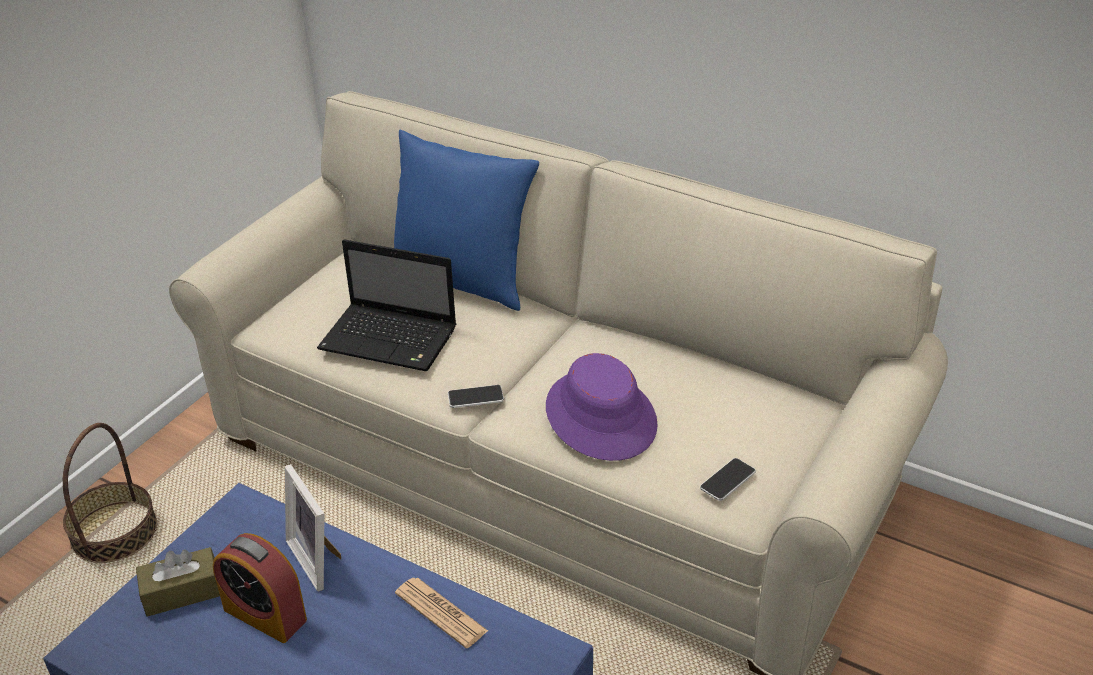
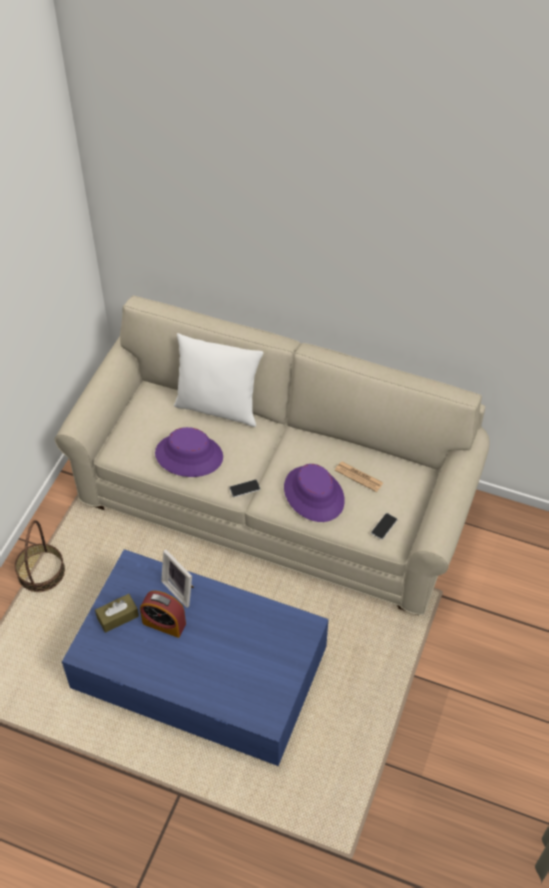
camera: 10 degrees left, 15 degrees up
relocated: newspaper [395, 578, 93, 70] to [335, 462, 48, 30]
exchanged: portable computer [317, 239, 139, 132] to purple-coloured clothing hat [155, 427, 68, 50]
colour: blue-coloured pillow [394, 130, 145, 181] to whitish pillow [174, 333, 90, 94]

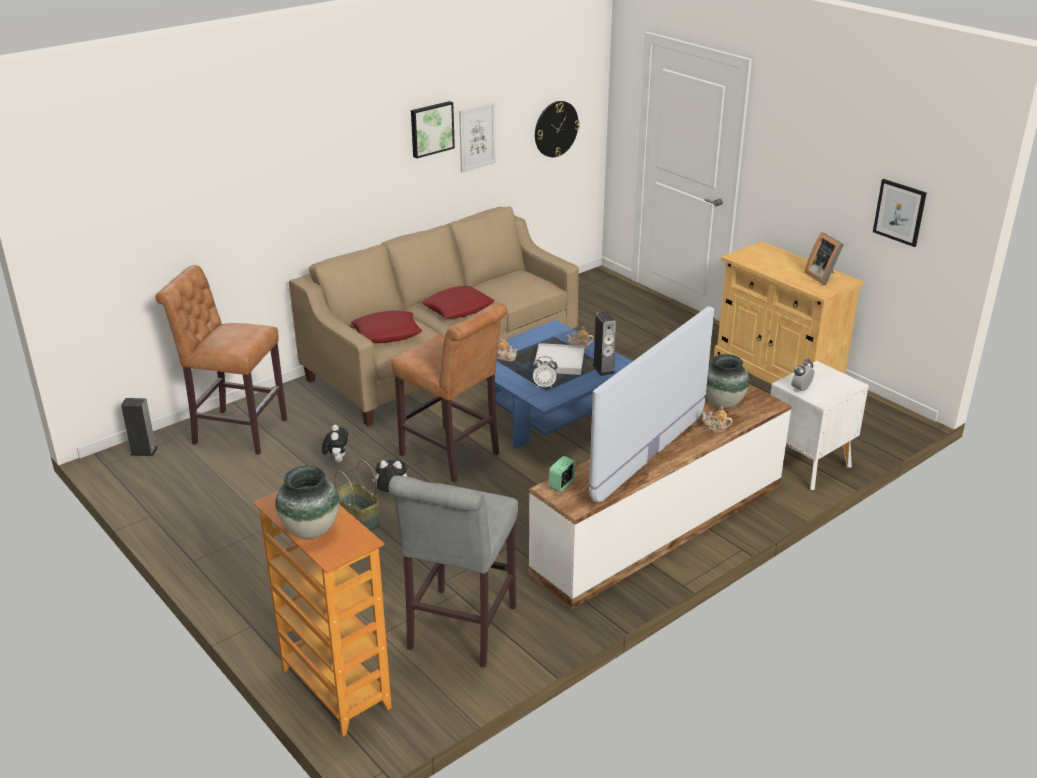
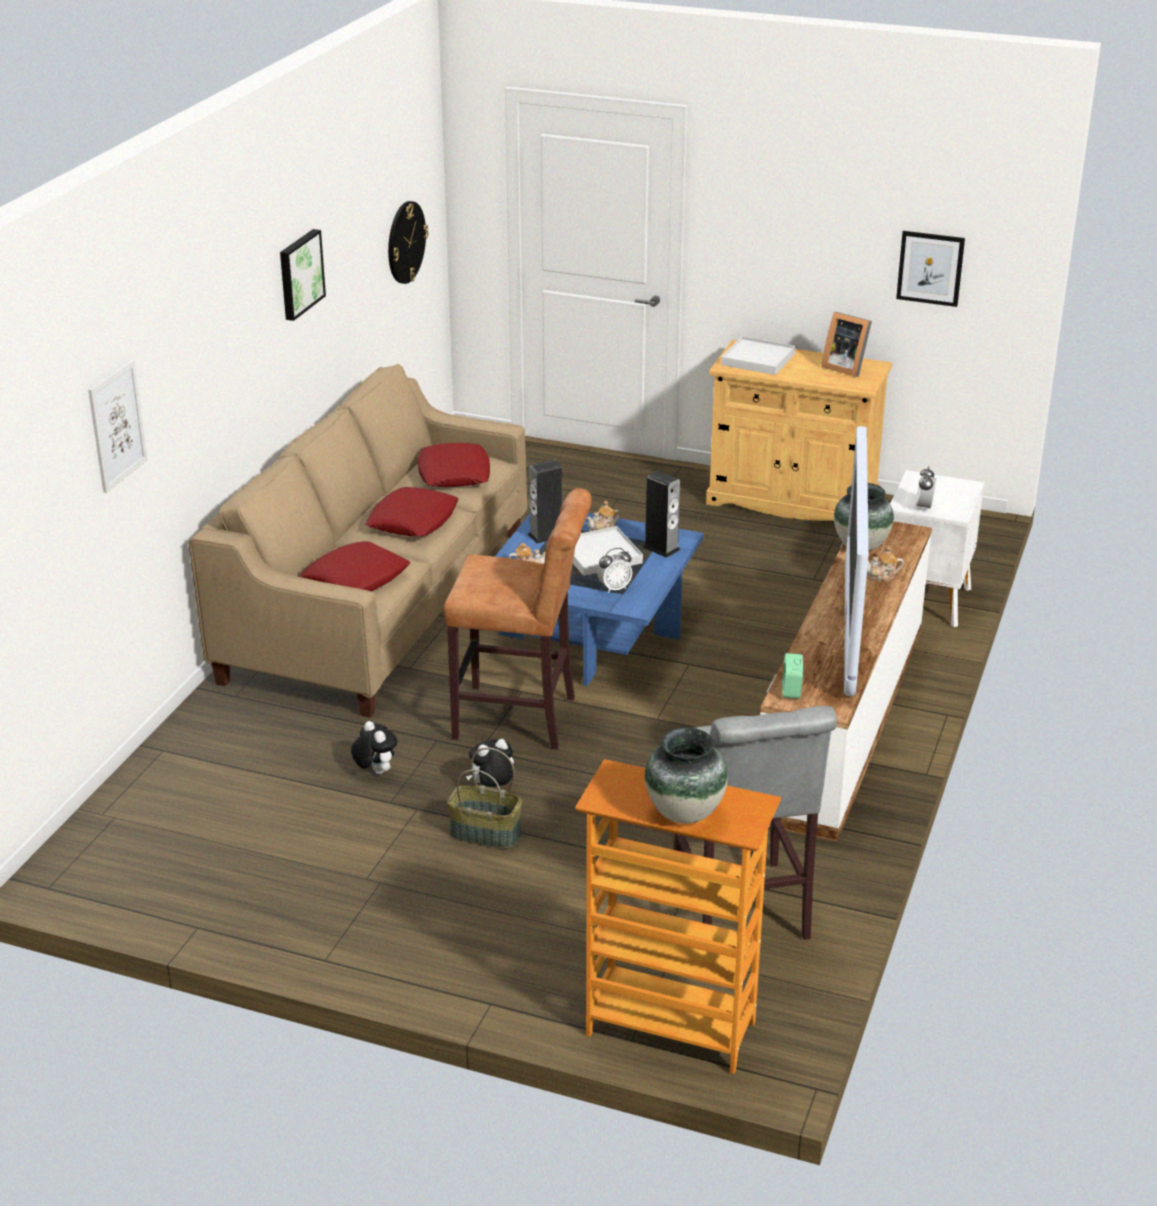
camera: 30 degrees left, 0 degrees up
missing: brownish stool [155, 265, 132, 190]
appeared: red-coloured pillow [418, 443, 72, 44]; whitish tray [721, 336, 74, 39]
relocated: loudspeaker [121, 398, 37, 58] to [528, 459, 34, 85]; wall art [459, 102, 37, 70] to [88, 359, 60, 134]

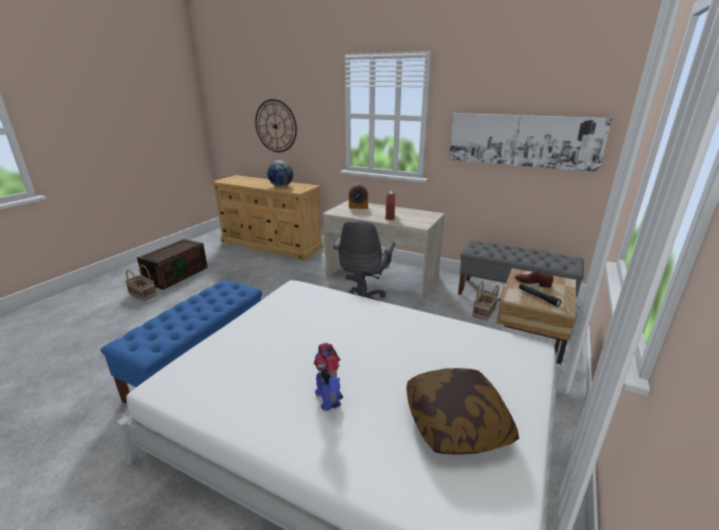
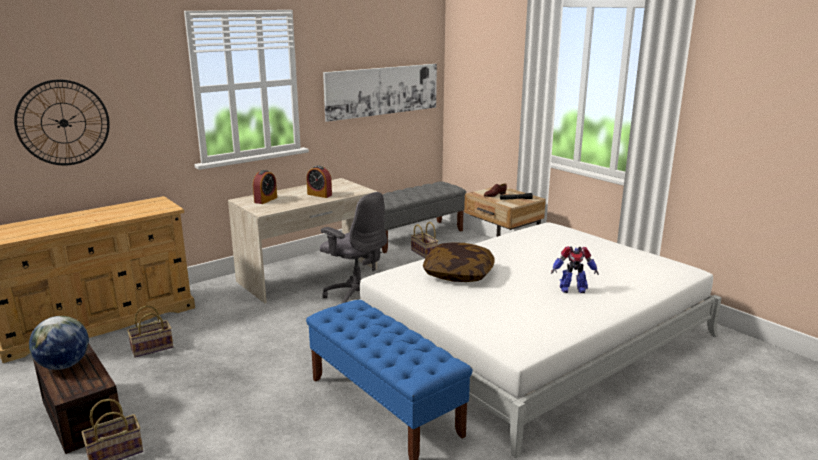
camera: 65 degrees left, 5 degrees down
appeared: basket [127, 305, 46, 53]
relocated: world globe [267, 160, 26, 27] to [29, 316, 60, 54]; pillow [406, 368, 113, 87] to [423, 242, 72, 40]

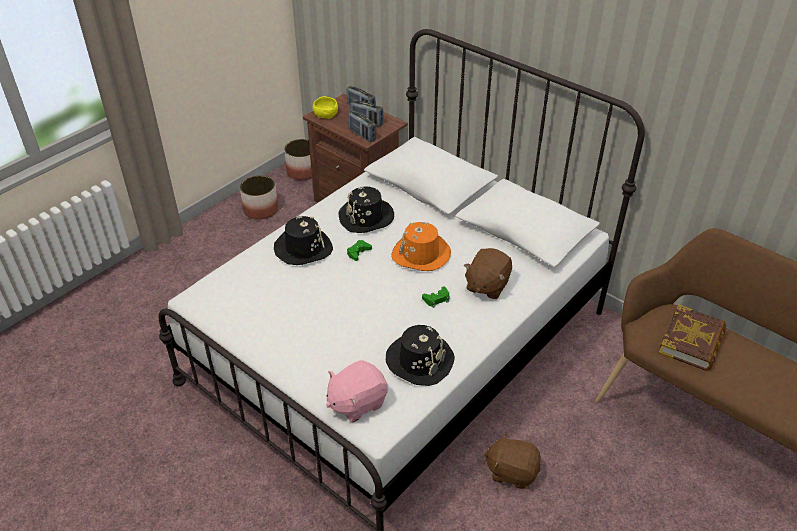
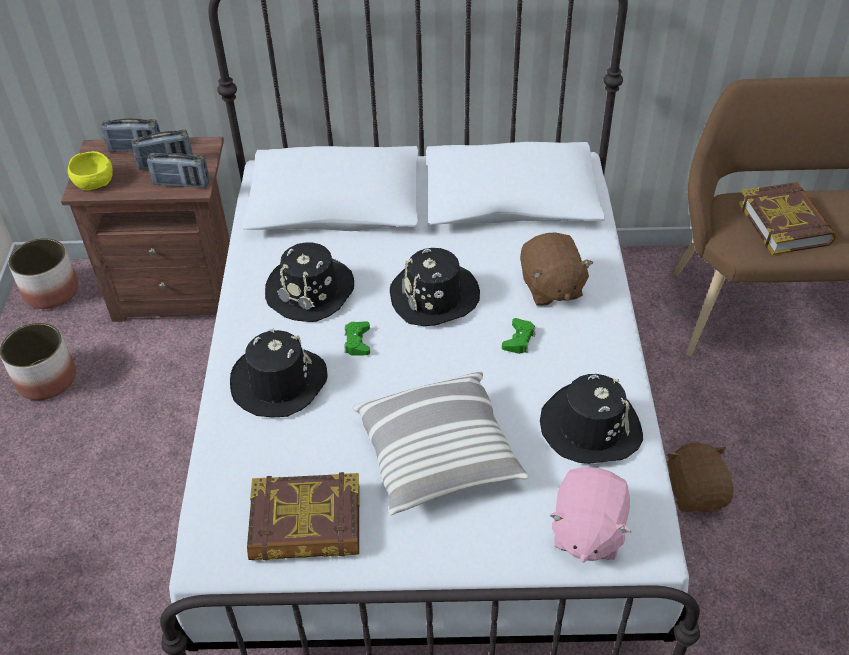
camera: 40 degrees left, 5 degrees up
appeared: bound book [247, 472, 112, 88]; pillow [353, 371, 176, 144]
colour: orange clothing hat [391, 222, 60, 49] to black-coloured clothing hat [390, 248, 90, 78]
spun: brownish soft toy [484, 432, 57, 57] = [667, 443, 67, 69] 105 degrees clockwise

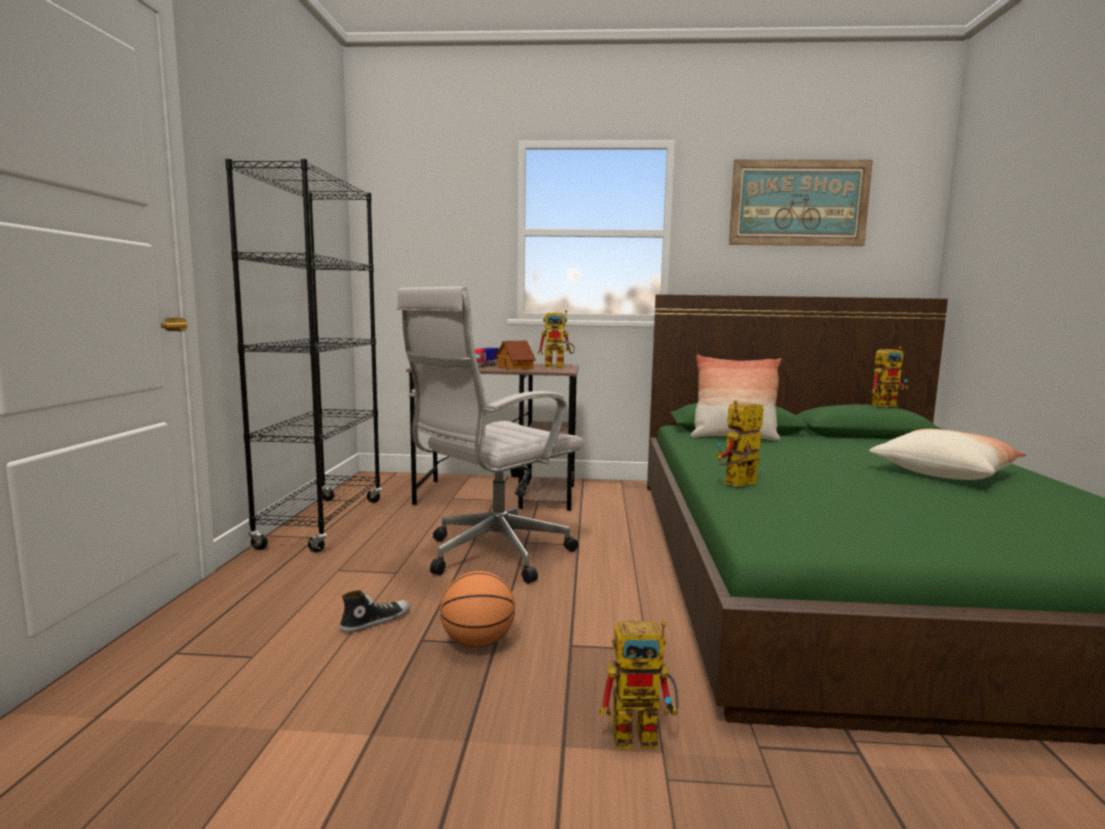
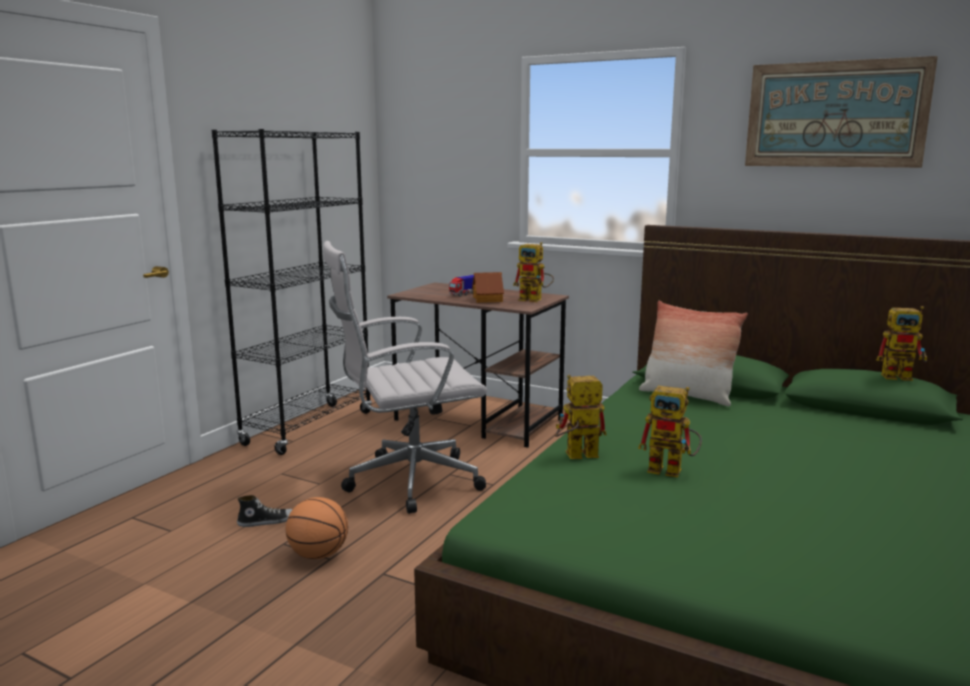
camera: 25 degrees right, 5 degrees up
missing: pillow [869, 429, 158, 51]
relocated: model robot [599, 620, 80, 129] to [638, 386, 64, 92]

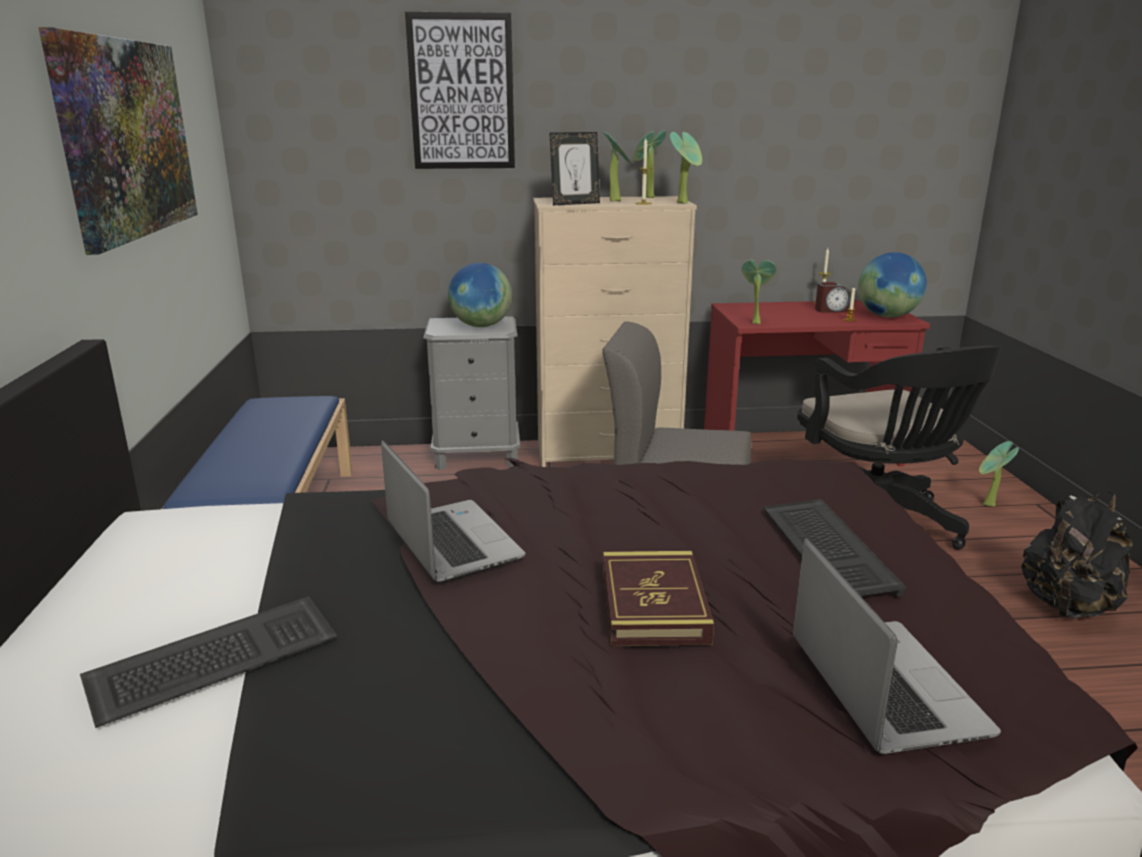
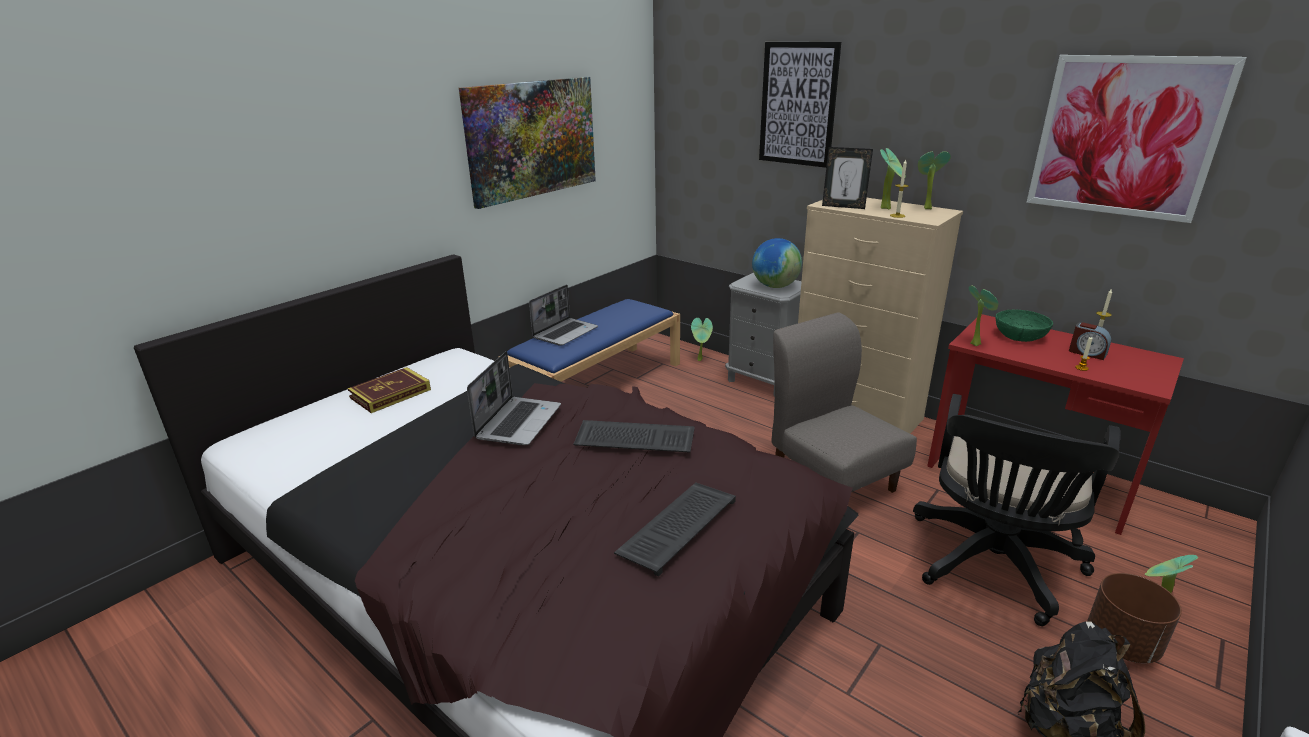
camera: 45 degrees right, 5 degrees up
missing: world globe [858, 252, 69, 65]
appeared: greenish bowl [995, 310, 58, 32]; wall art [1026, 55, 221, 168]; brownish planter [1087, 573, 95, 90]
relocated: keyboard [80, 596, 257, 132] to [573, 420, 122, 33]; bound book [603, 551, 111, 95] to [348, 367, 83, 46]; houseplant [670, 132, 32, 71] to [691, 318, 22, 43]; portable computer [793, 538, 208, 216] to [529, 285, 69, 61]

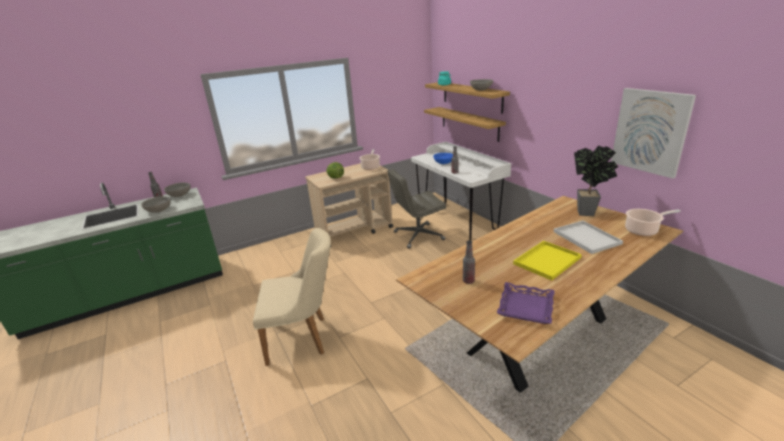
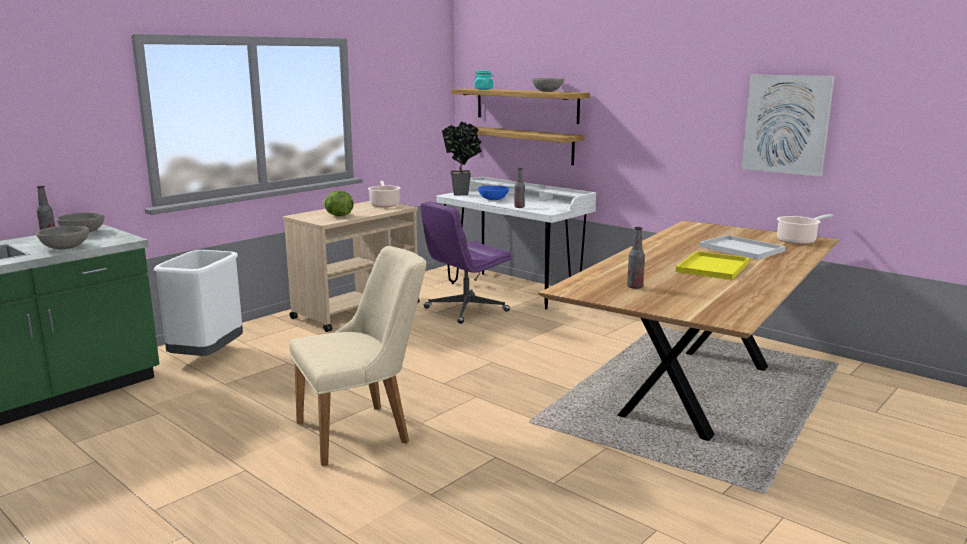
camera: 20 degrees left, 10 degrees down
missing: purple-coloured tray [497, 282, 58, 42]
appeared: whitish rubbish bin [154, 250, 89, 106]
relocated: houseplant [574, 145, 44, 71] to [442, 121, 40, 74]
colour: grey computer chair [388, 169, 58, 80] to purple-coloured computer chair [421, 202, 91, 122]

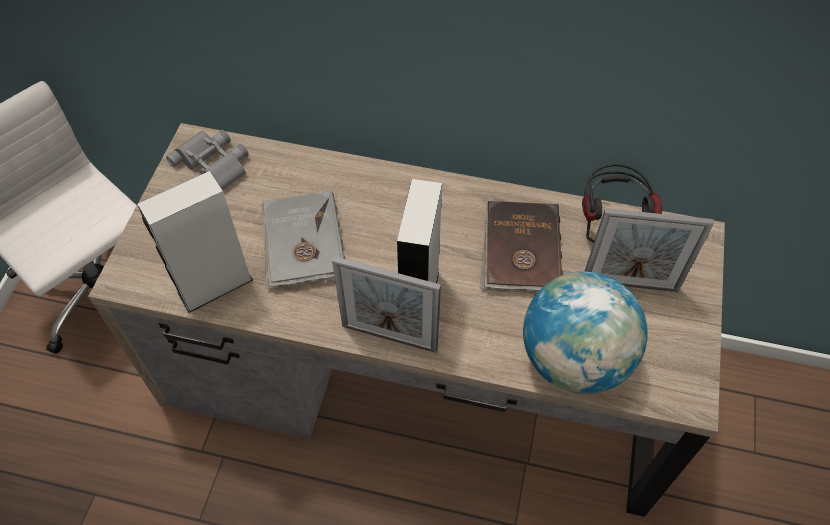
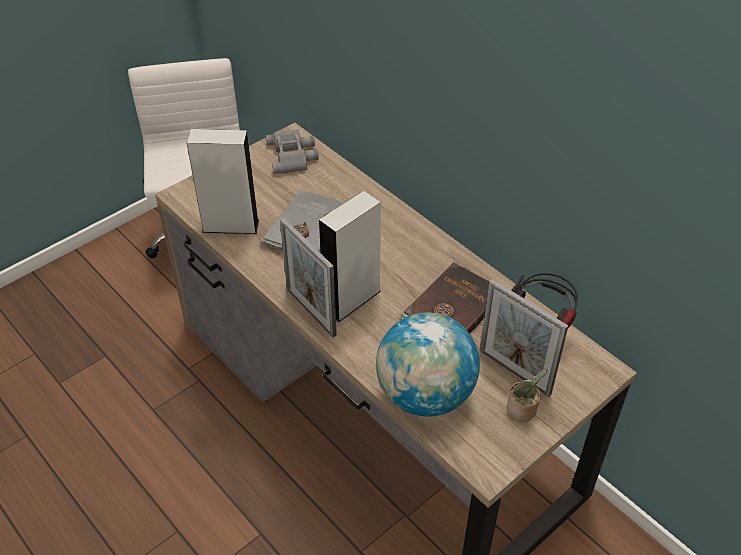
camera: 35 degrees right, 10 degrees down
appeared: houseplant [506, 369, 41, 53]

